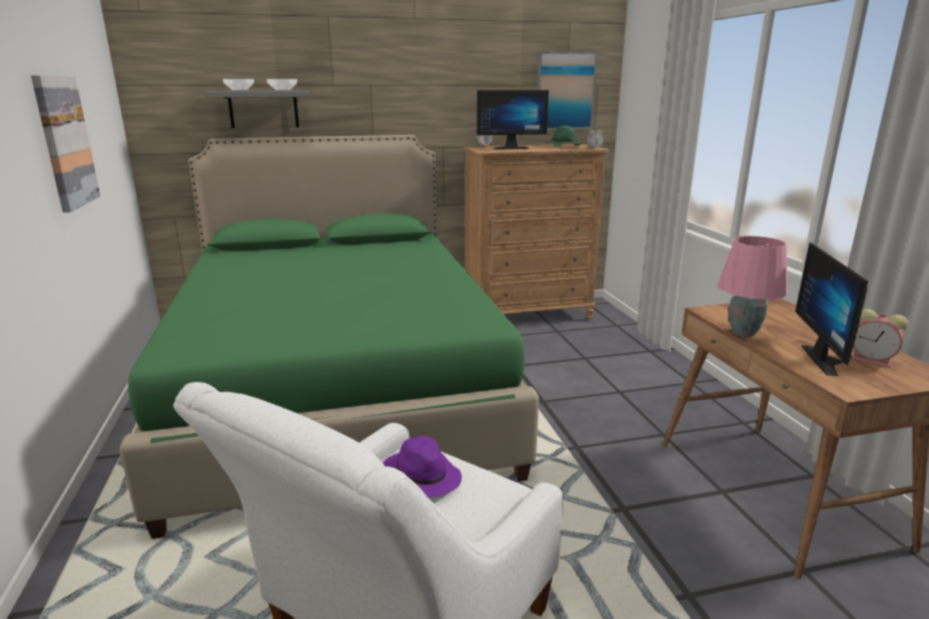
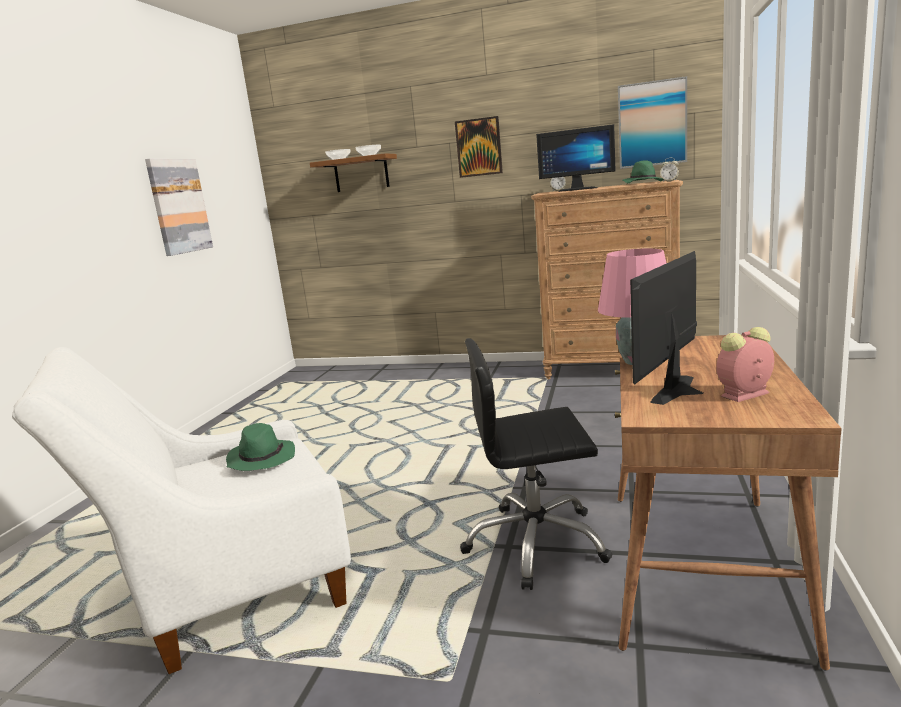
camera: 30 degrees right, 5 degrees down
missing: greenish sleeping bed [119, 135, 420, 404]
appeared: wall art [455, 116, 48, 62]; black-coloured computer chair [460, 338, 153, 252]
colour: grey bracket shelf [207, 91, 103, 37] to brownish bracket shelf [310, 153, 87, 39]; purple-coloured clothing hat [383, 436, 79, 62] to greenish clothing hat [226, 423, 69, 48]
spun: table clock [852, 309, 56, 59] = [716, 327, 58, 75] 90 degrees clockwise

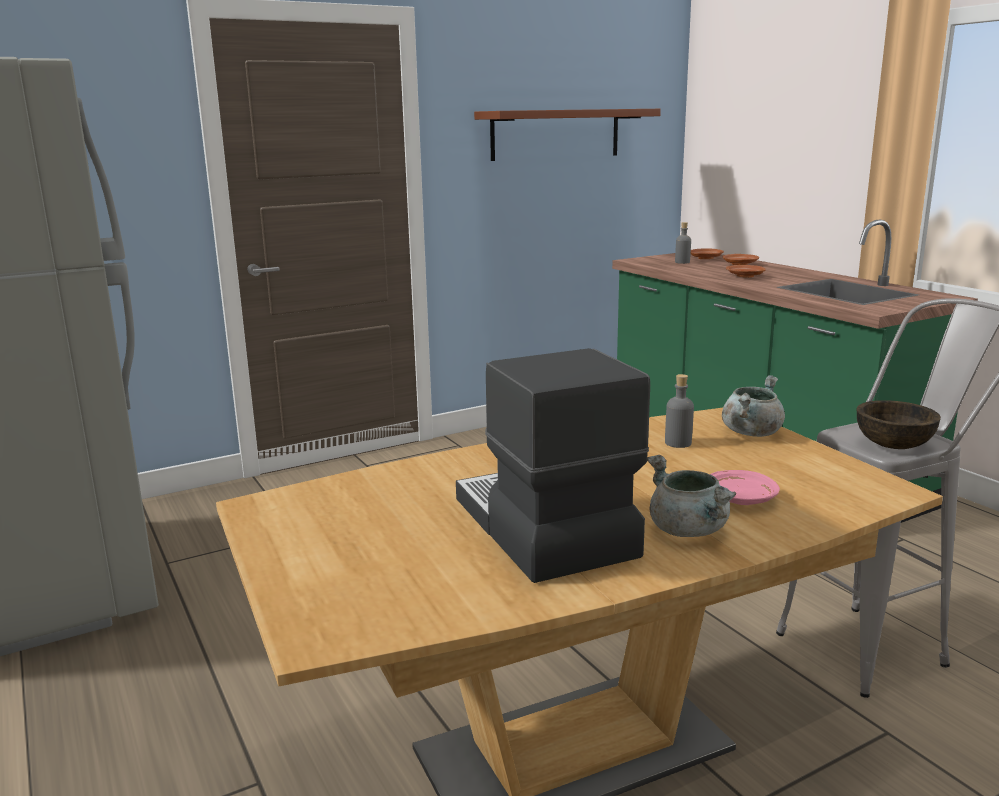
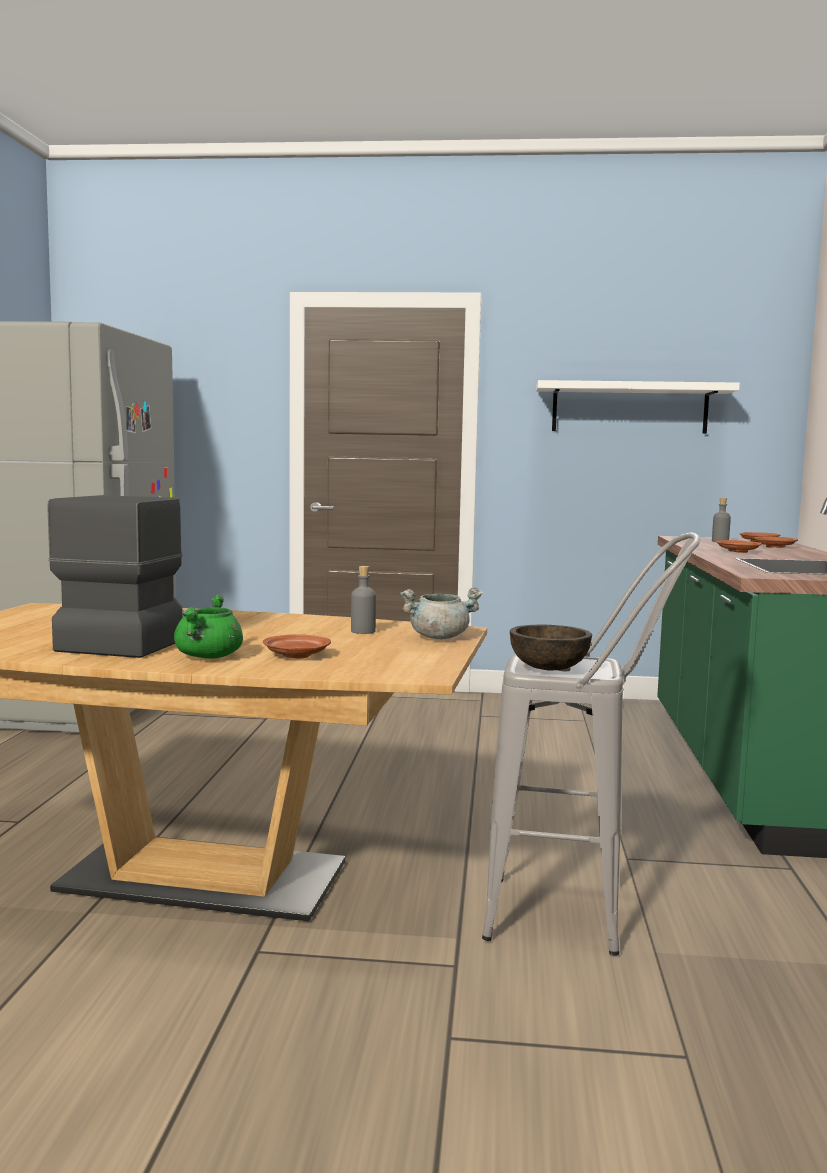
camera: 35 degrees right, 10 degrees down
colour: brownish bracket shelf [474, 109, 187, 52] to whitish bracket shelf [536, 380, 204, 54]; grey stockpot [647, 455, 89, 82] to greenish stockpot [174, 595, 69, 63]; pink-coloured dinner plate [710, 470, 70, 35] to brownish dinner plate [263, 634, 68, 24]

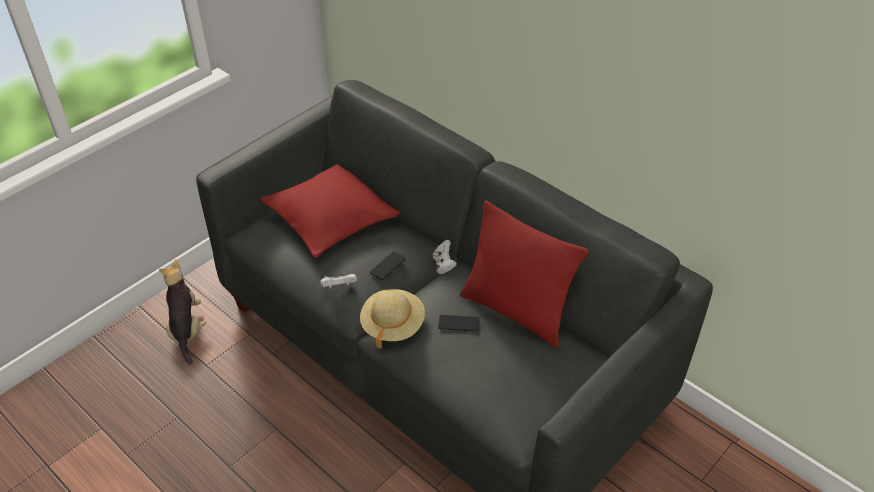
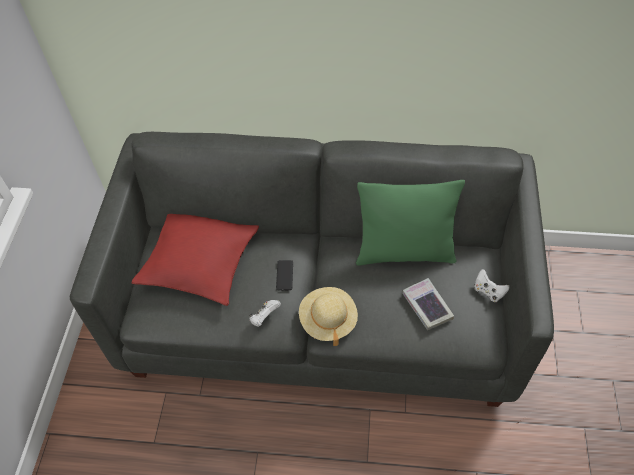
camera: 35 degrees left, 10 degrees up
missing: soft toy [159, 259, 47, 106]; telephone [438, 315, 42, 17]
appeared: bound book [402, 278, 52, 52]
relocated: whitish joypad [433, 240, 24, 34] to [474, 269, 35, 33]
colour: red-coloured pillow [460, 201, 128, 147] to greenish pillow [356, 180, 109, 86]

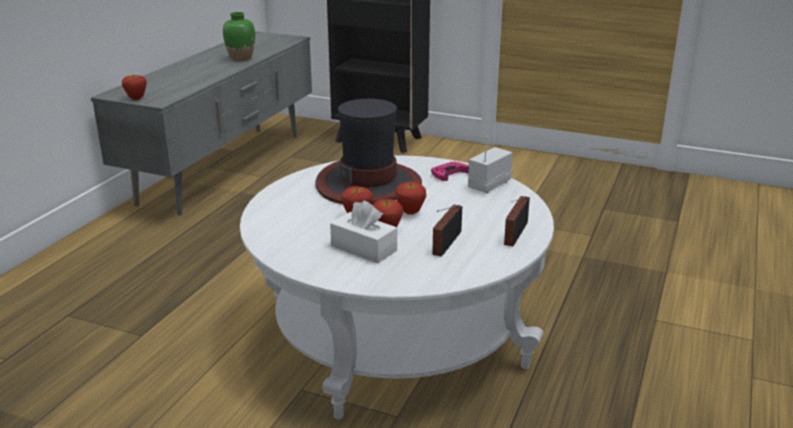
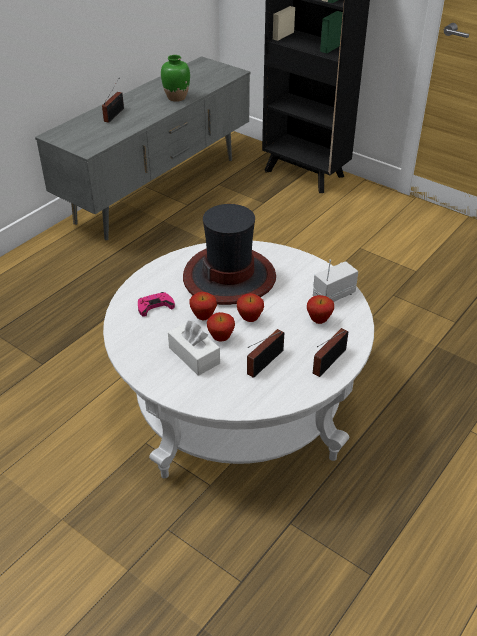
camera: 15 degrees right, 15 degrees up
appeared: radio receiver [102, 82, 22, 41]
relocated: apple [122, 75, 25, 25] to [307, 295, 27, 29]; pink-coloured joypad [431, 162, 38, 19] to [138, 292, 37, 24]

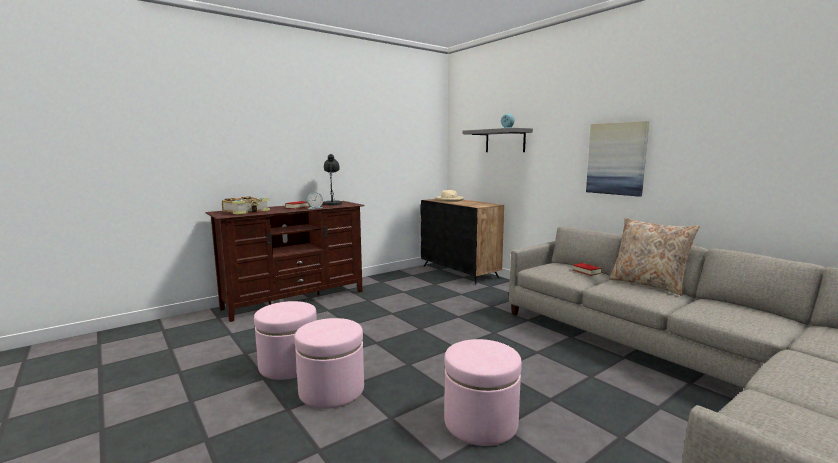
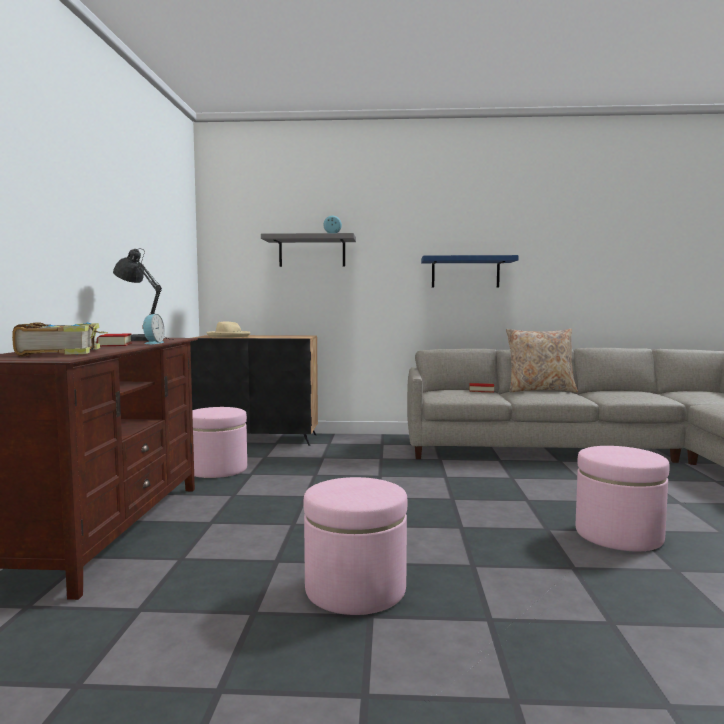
camera: 50 degrees left, 5 degrees down
relocated: pink-coloured pouffe [294, 318, 70, 91] to [192, 407, 55, 71]
exchanged: wall art [586, 121, 63, 76] to blue-coloured bracket shelf [421, 255, 98, 33]

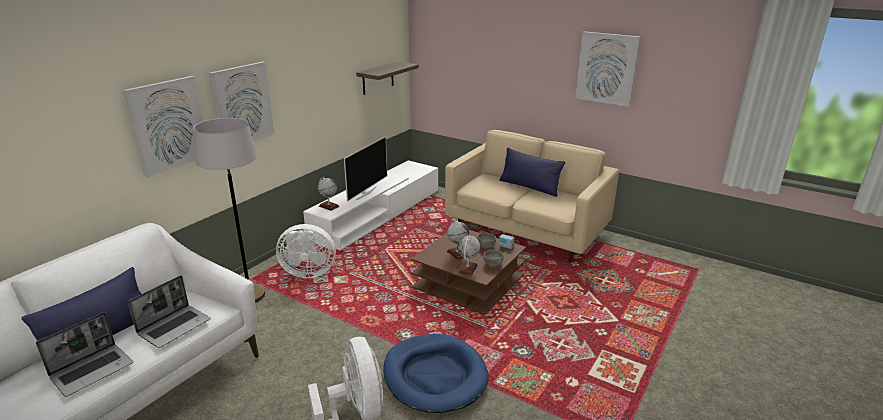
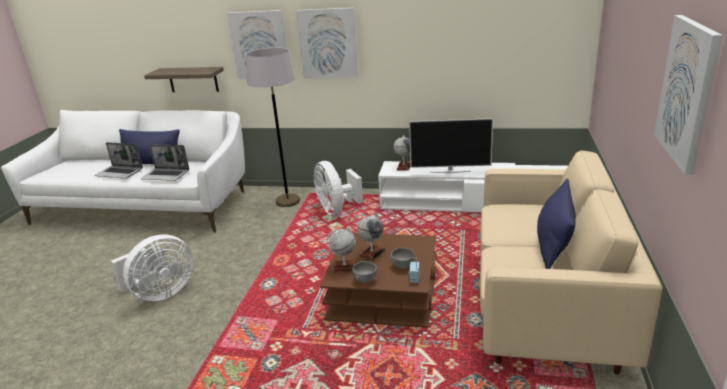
camera: 70 degrees right, 0 degrees up
missing: blue-coloured pet bed [383, 334, 106, 79]
relocated: bracket shelf [356, 61, 63, 34] to [144, 67, 80, 25]

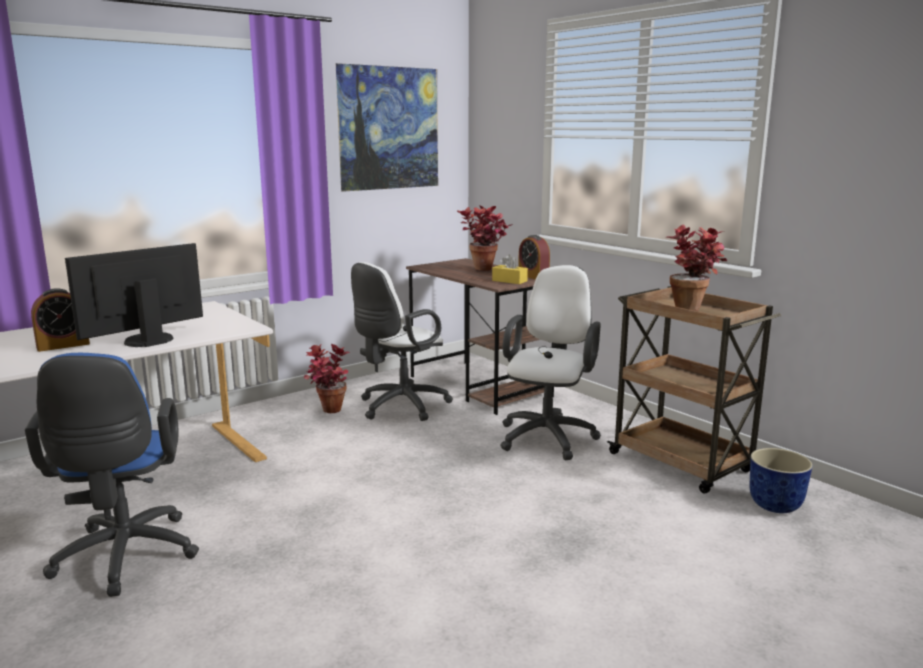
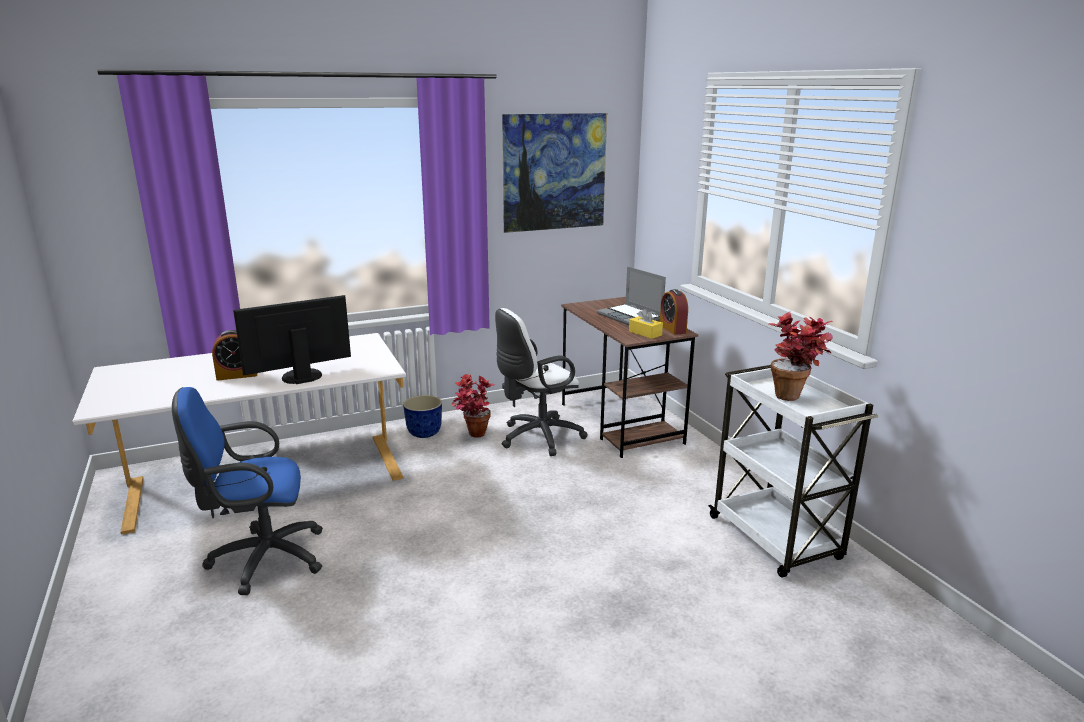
camera: 15 degrees right, 5 degrees up
missing: whitish computer chair [500, 265, 101, 195]
relocated: planter [750, 448, 63, 65] to [403, 395, 39, 43]
exchanged: houseplant [457, 205, 54, 66] to portable computer [597, 266, 69, 59]
colour: brownish cart [607, 286, 174, 208] to whitish cart [708, 365, 170, 213]
spun: blue-coloured computer chair [25, 353, 174, 244] = [172, 387, 151, 208] 75 degrees clockwise

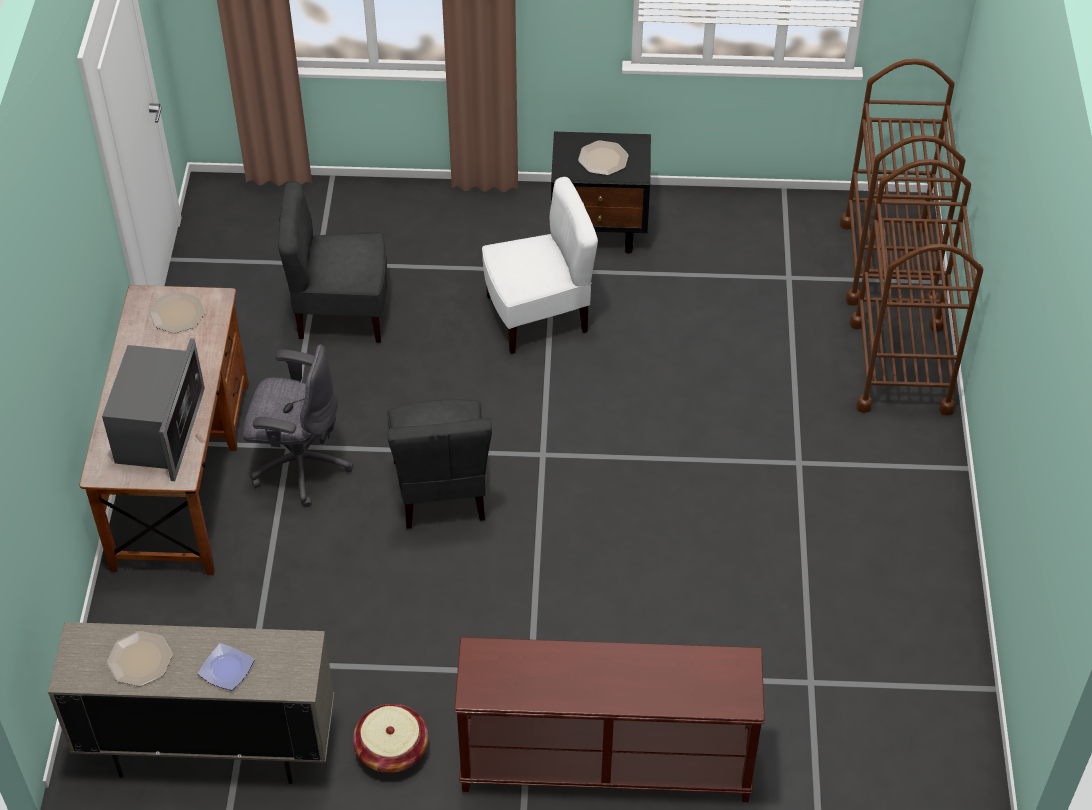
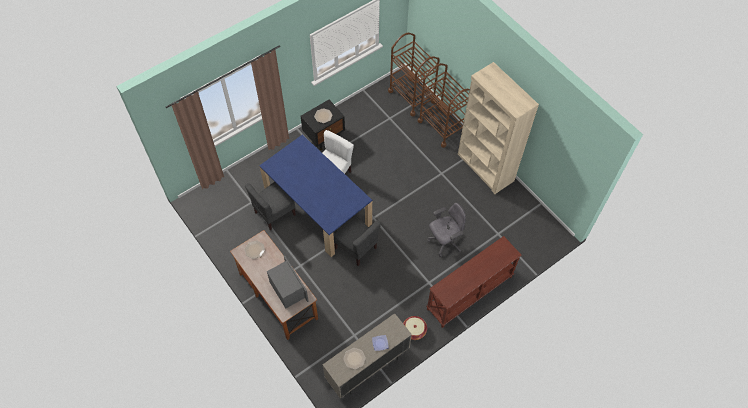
camera: 40 degrees left, 10 degrees up
appeared: blue-coloured kitchen table [259, 135, 113, 122]; beige shelving unit [458, 62, 81, 132]
relocated: grey computer chair [243, 345, 110, 162] to [427, 203, 39, 54]

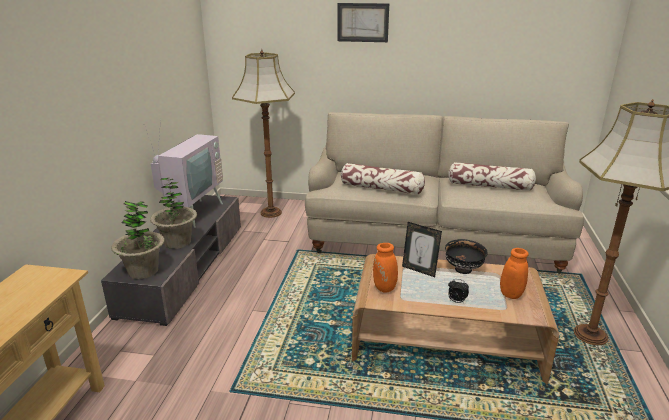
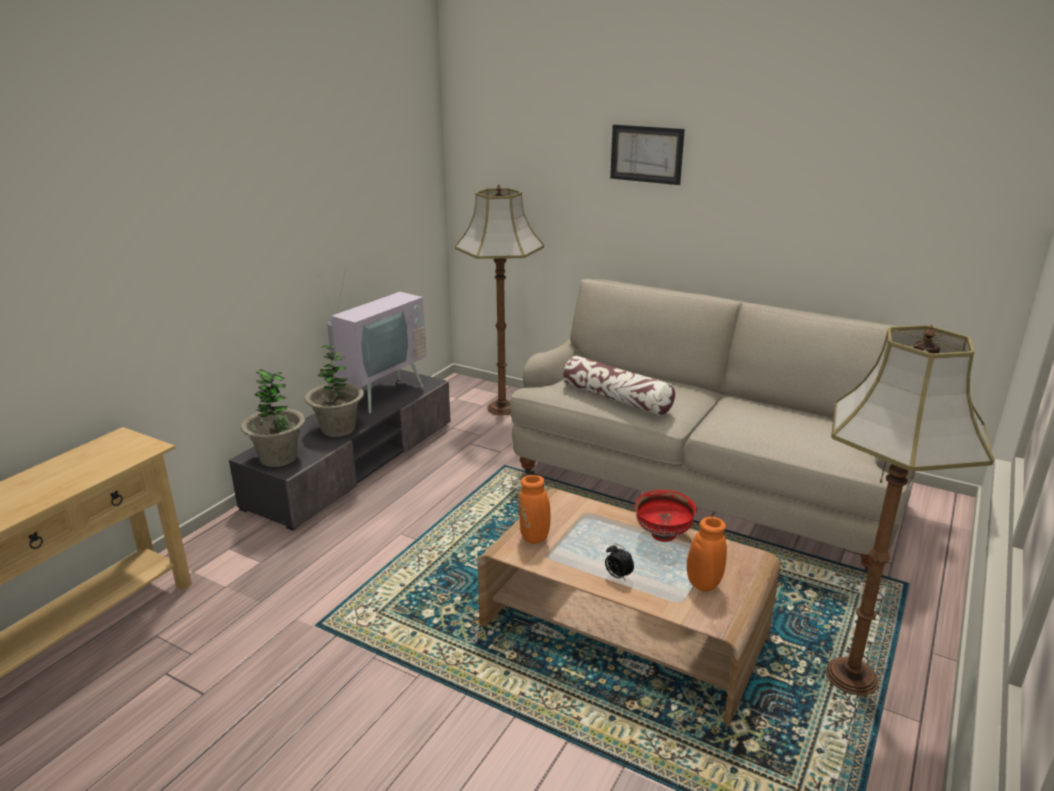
camera: 20 degrees right, 0 degrees up
missing: standing frame [402, 222, 40, 55]; pillow [448, 162, 88, 29]
colour: black-coloured bowl [445, 239, 43, 35] to red-coloured bowl [635, 490, 62, 52]

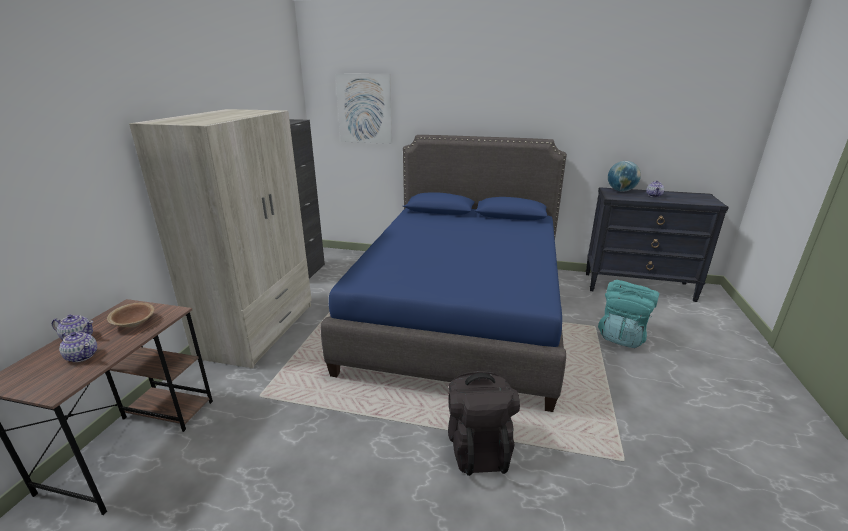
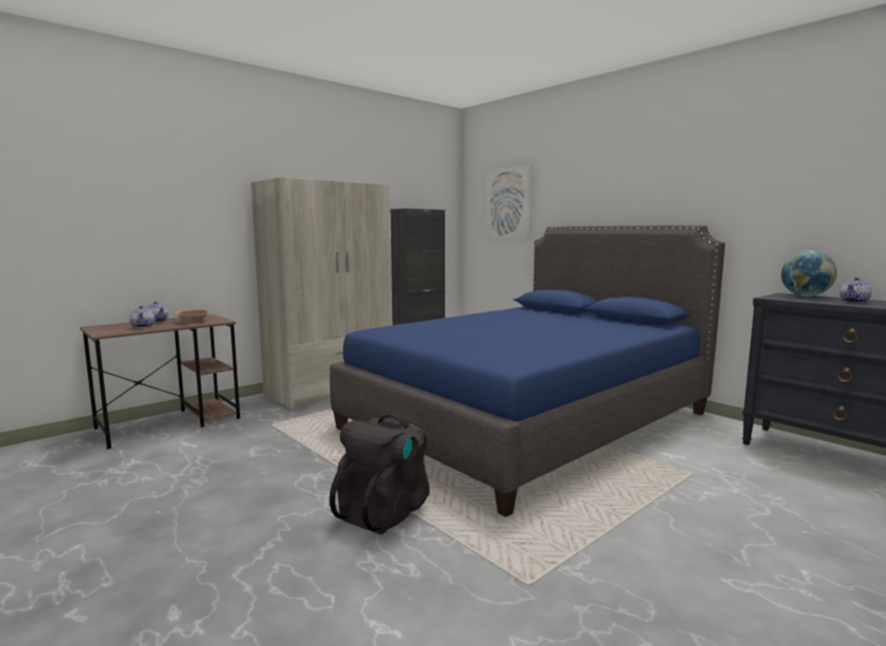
camera: 35 degrees right, 15 degrees down
missing: turquoise-coloured backpack [598, 280, 62, 68]

